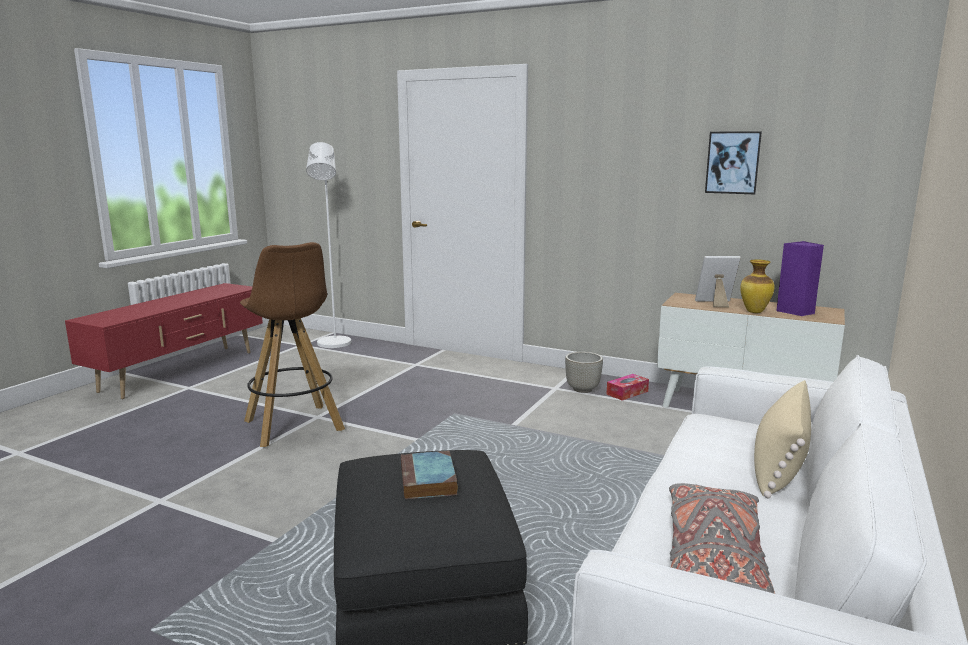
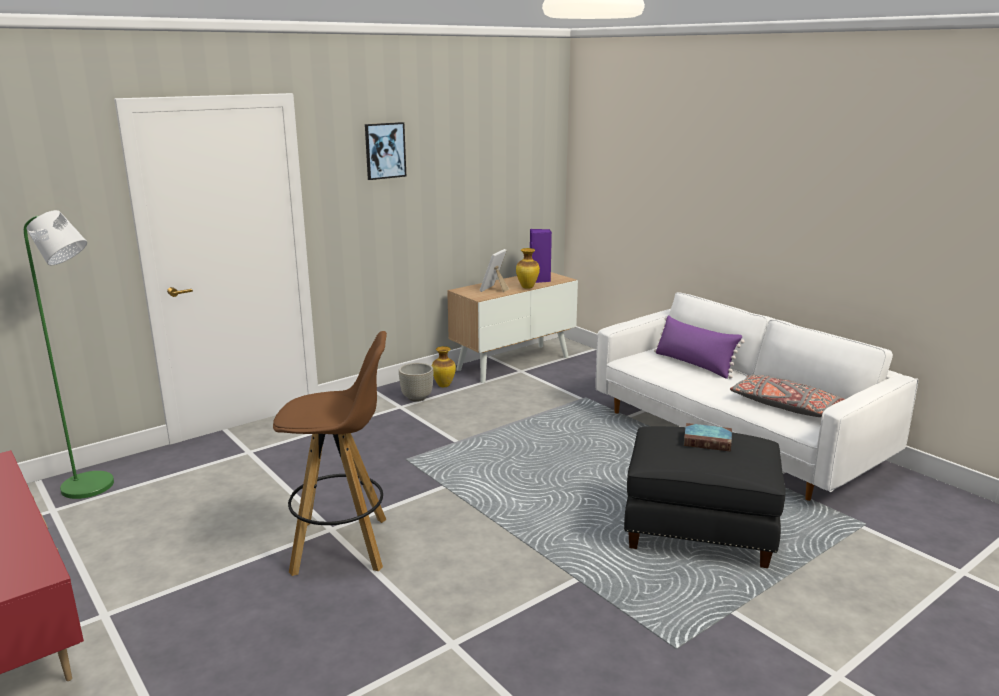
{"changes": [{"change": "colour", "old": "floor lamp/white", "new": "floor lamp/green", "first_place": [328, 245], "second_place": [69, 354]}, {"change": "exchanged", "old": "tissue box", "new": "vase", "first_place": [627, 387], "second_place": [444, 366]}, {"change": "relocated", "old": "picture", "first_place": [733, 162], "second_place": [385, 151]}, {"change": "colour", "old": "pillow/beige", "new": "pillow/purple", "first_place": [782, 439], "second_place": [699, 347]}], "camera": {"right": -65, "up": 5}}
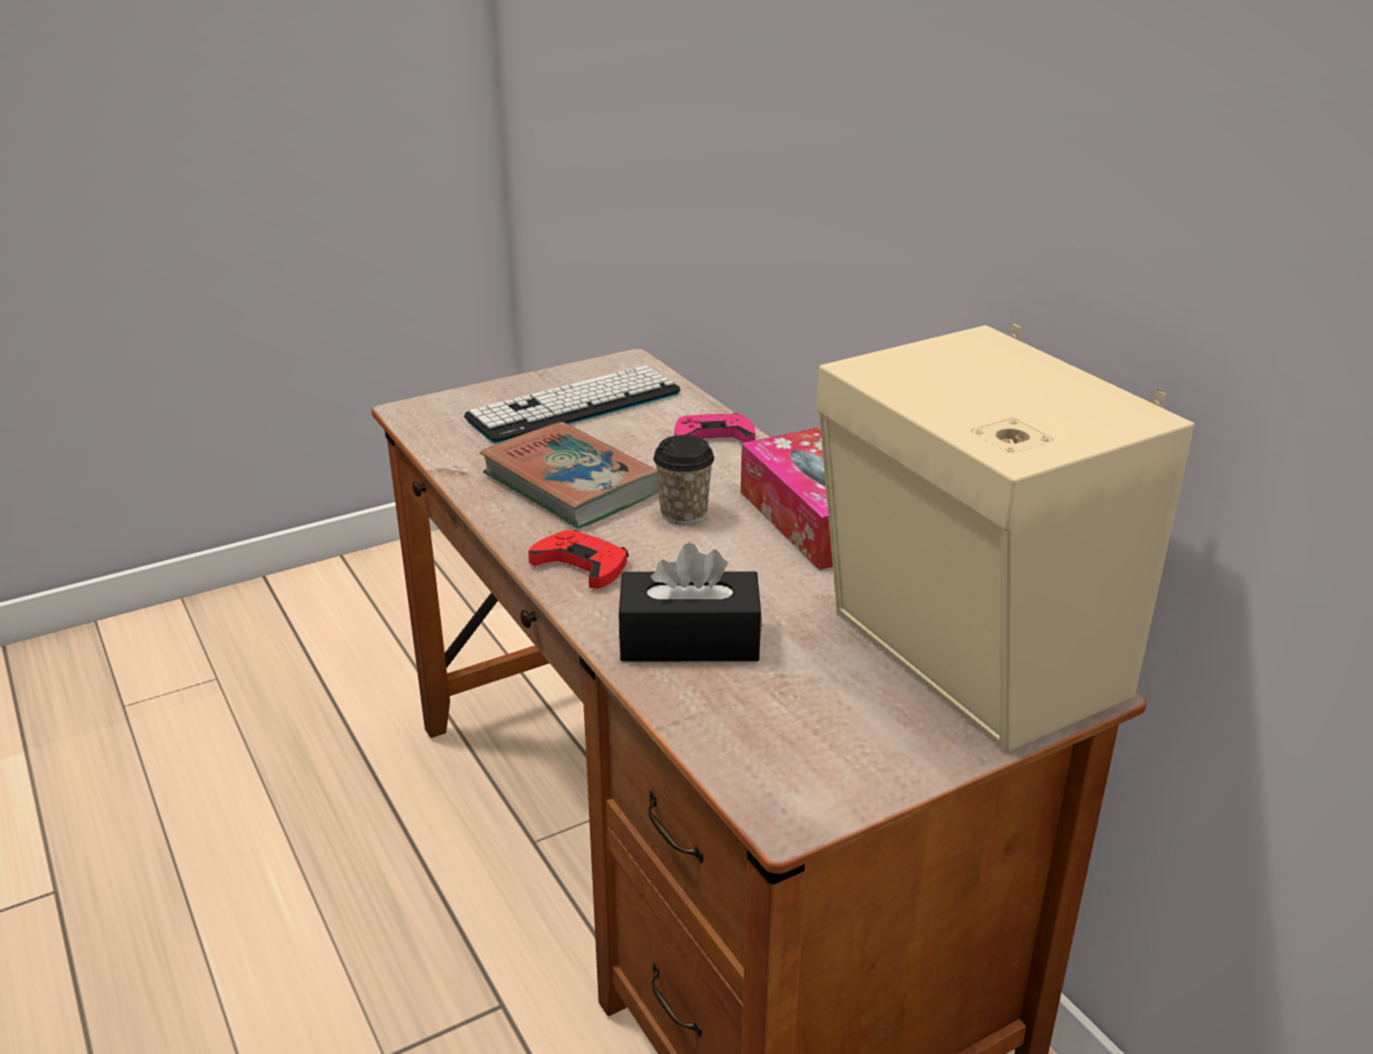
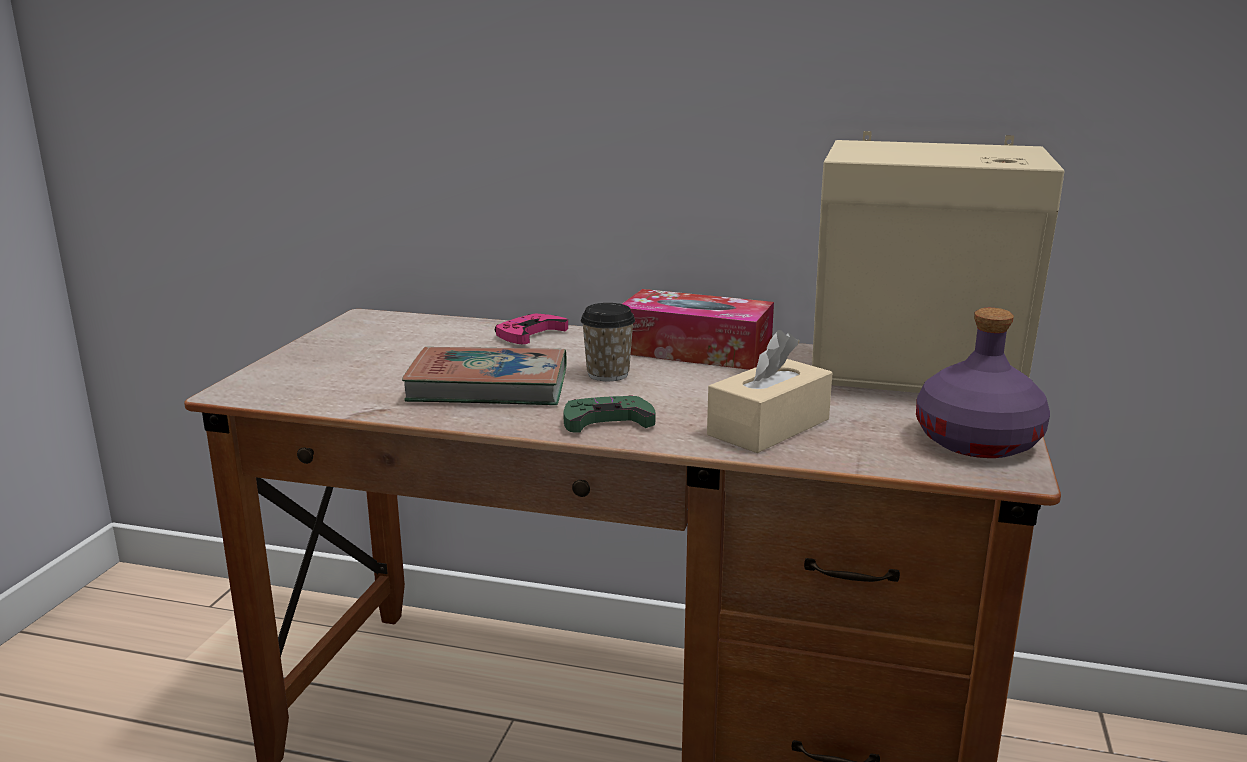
{"changes": [{"change": "missing", "old": "keyboard", "first_place": [572, 404]}, {"change": "colour", "old": "game controller/red", "new": "game controller/green", "first_place": [578, 559], "second_place": [609, 414]}, {"change": "colour", "old": "tissue box/black", "new": "tissue box/beige", "first_place": [690, 602], "second_place": [769, 391]}, {"change": "appeared", "new": "bottle/purple", "second_place": [983, 383]}], "camera": {"right": -45, "up": -10}}
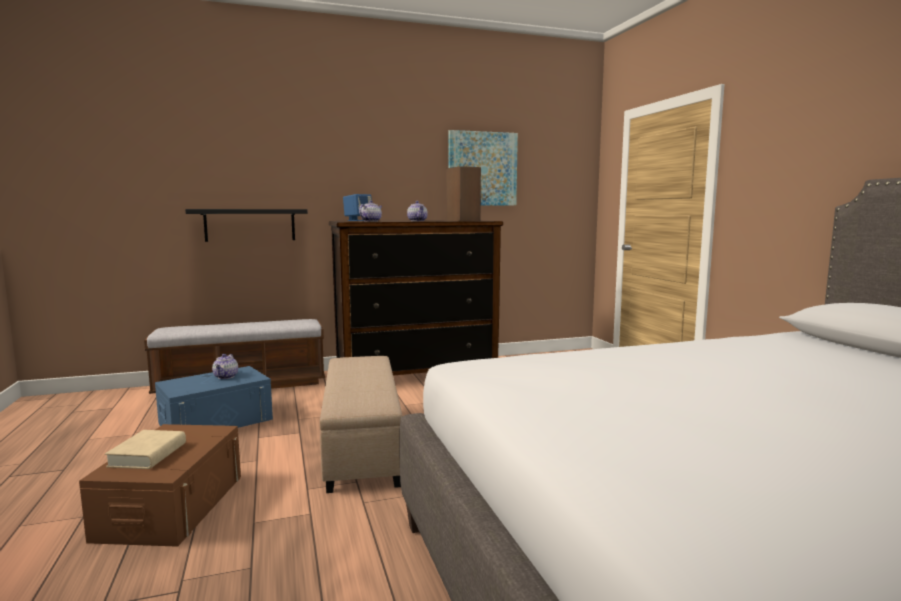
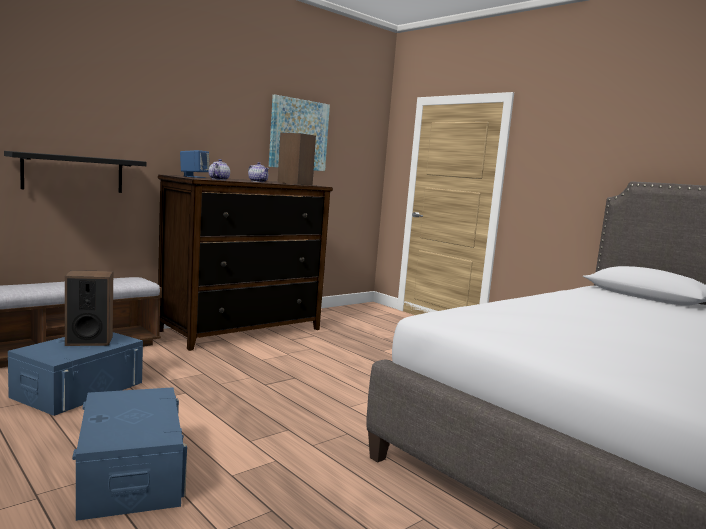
{"changes": [{"change": "colour", "old": "storage box/brown", "new": "storage box/blue", "first_place": [160, 485], "second_place": [129, 454]}, {"change": "missing", "old": "book/beige", "first_place": [145, 449]}, {"change": "exchanged", "old": "teapot", "new": "speaker", "first_place": [225, 366], "second_place": [89, 308]}, {"change": "missing", "old": "ottoman/beige", "first_place": [361, 424]}], "camera": {"right": -25, "up": 0}}
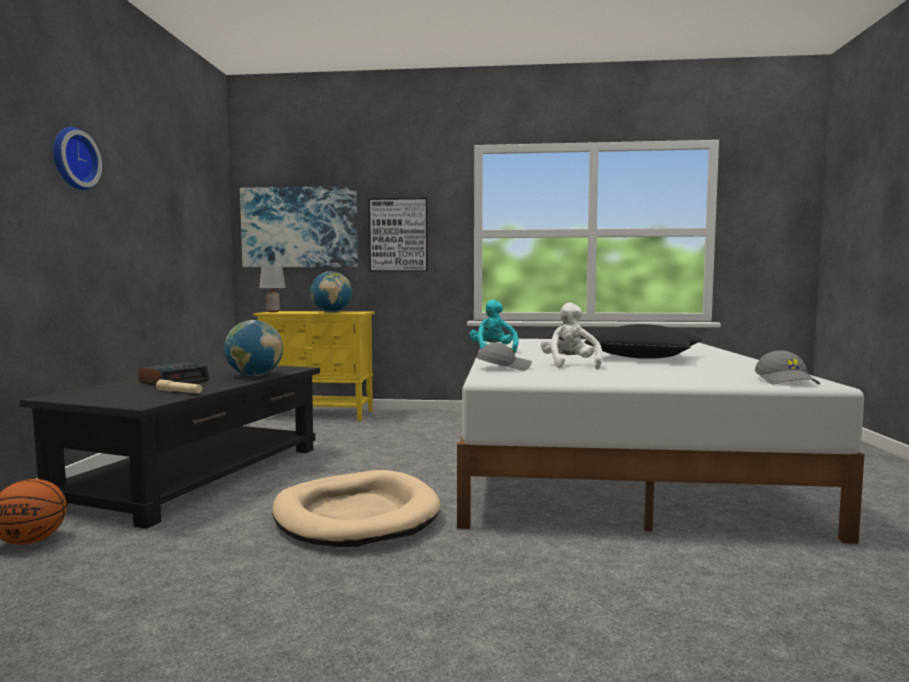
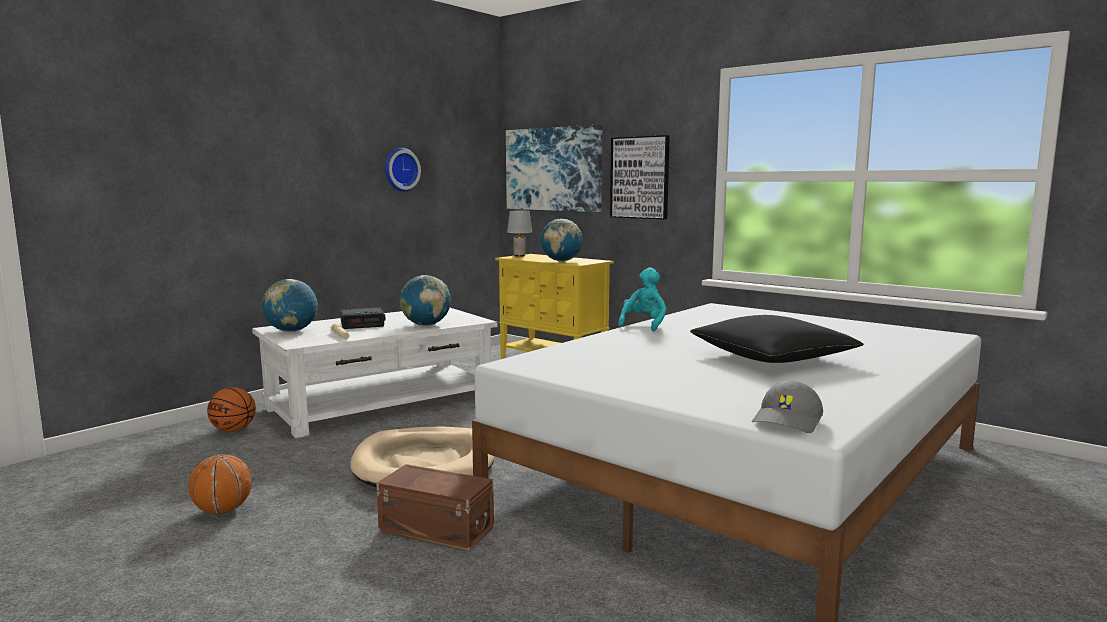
{"changes": [{"change": "colour", "old": "coffee table/black", "new": "coffee table/white", "first_place": [170, 446], "second_place": [374, 373]}, {"change": "relocated", "old": "wall clock", "first_place": [77, 158], "second_place": [403, 170]}, {"change": "missing", "old": "cap/grey", "first_place": [504, 357]}, {"change": "missing", "old": "plush toy/white", "first_place": [571, 336]}, {"change": "appeared", "new": "basketball", "second_place": [220, 484]}, {"change": "appeared", "new": "globe", "second_place": [290, 305]}, {"change": "appeared", "new": "storage box/brown", "second_place": [435, 507]}], "camera": {"right": 35, "up": 5}}
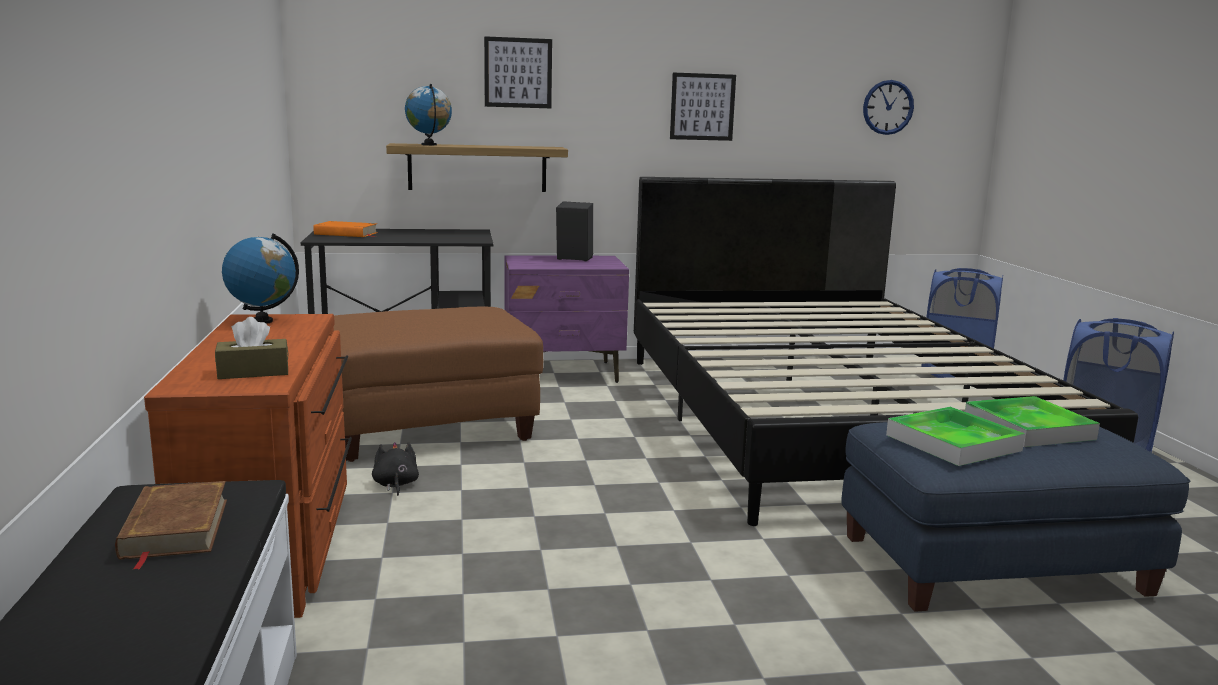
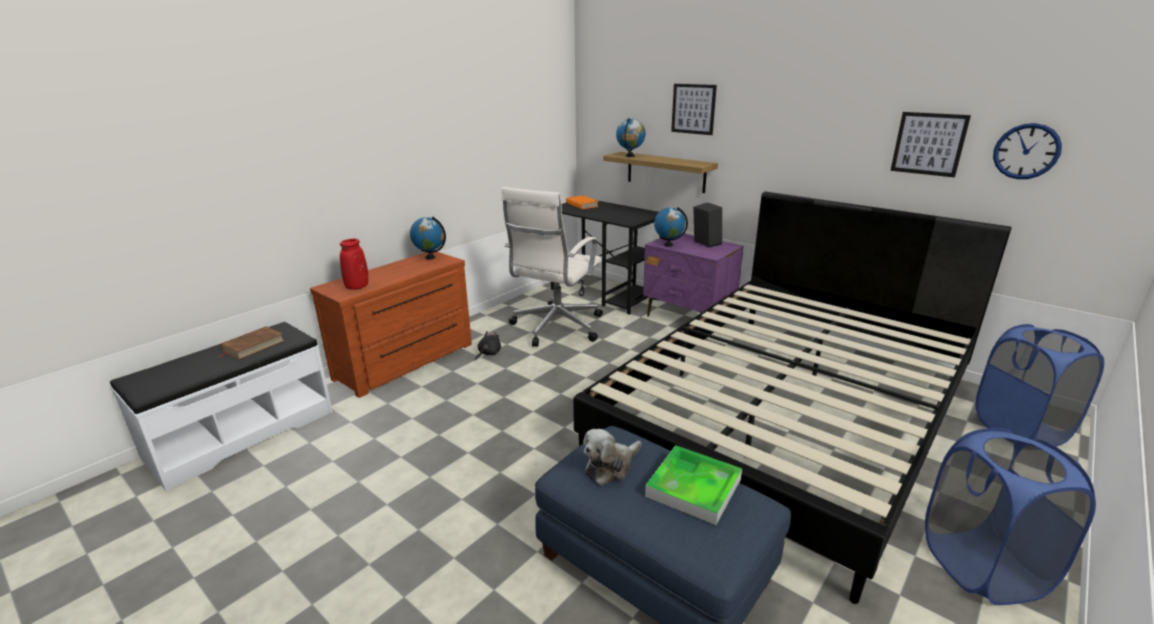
{"changes": [{"change": "exchanged", "old": "tissue box/brown", "new": "vase/red", "first_place": [252, 348], "second_place": [354, 264]}, {"change": "exchanged", "old": "ottoman/brown", "new": "office chair/white", "first_place": [438, 384], "second_place": [552, 267]}, {"change": "relocated", "old": "picture", "first_place": [703, 106], "second_place": [930, 145]}, {"change": "exchanged", "old": "tray", "new": "plush toy", "first_place": [955, 436], "second_place": [612, 457]}, {"change": "appeared", "new": "globe", "second_place": [671, 227]}], "camera": {"right": 50, "up": 10}}
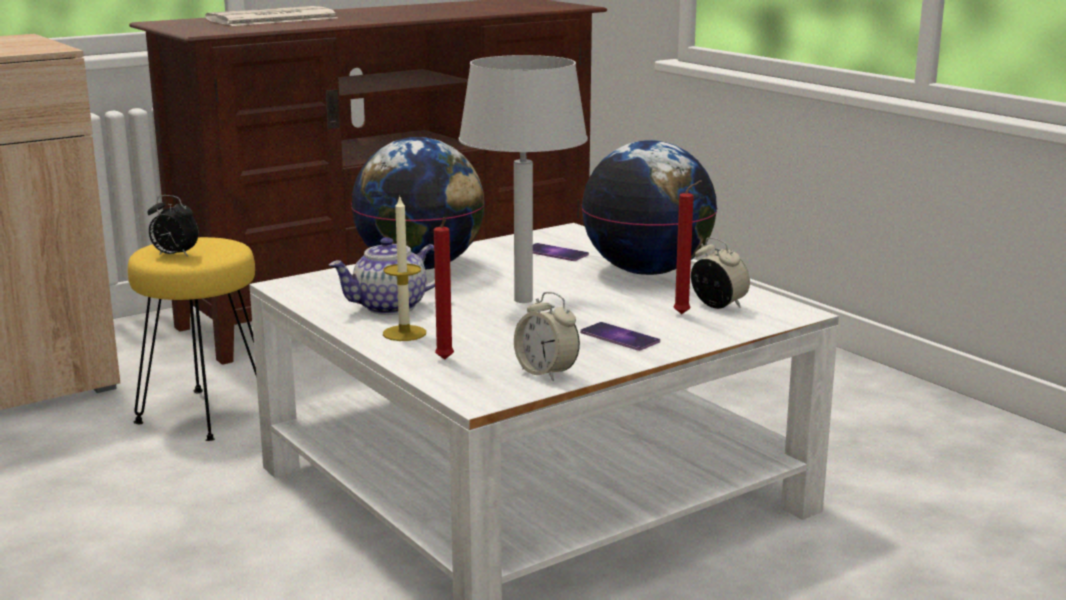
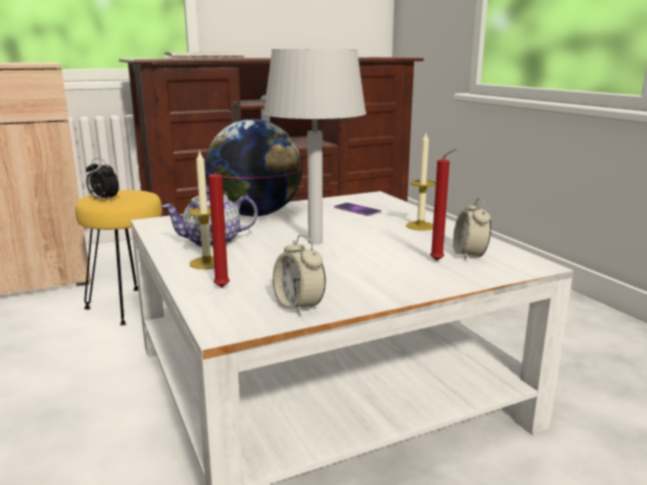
{"changes": [{"change": "missing", "old": "phone", "first_place": [620, 336]}, {"change": "exchanged", "old": "globe", "new": "candle", "first_place": [649, 207], "second_place": [421, 182]}, {"change": "spun", "old": "alarm clock", "first_place": [720, 273], "second_place": [472, 229], "degrees": -150}], "camera": {"right": 10, "up": 0}}
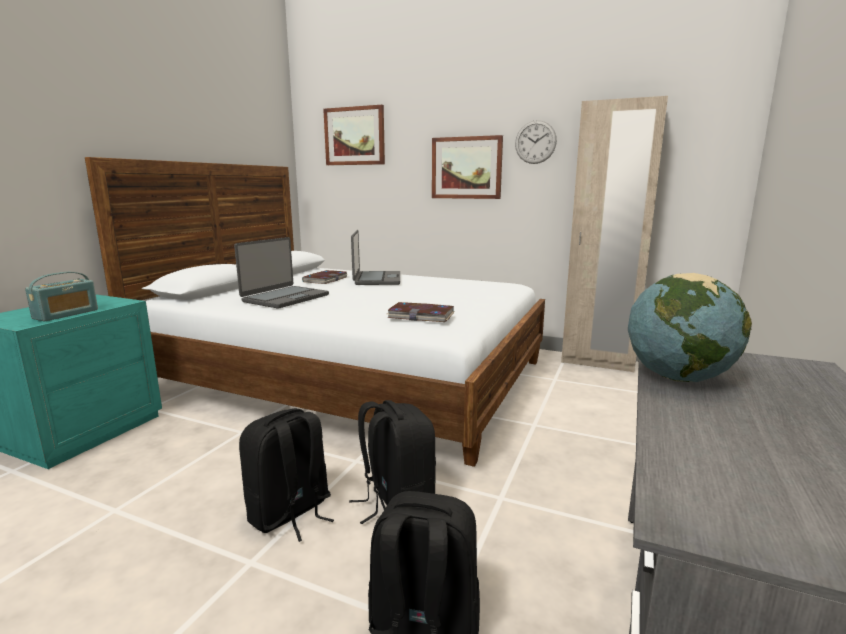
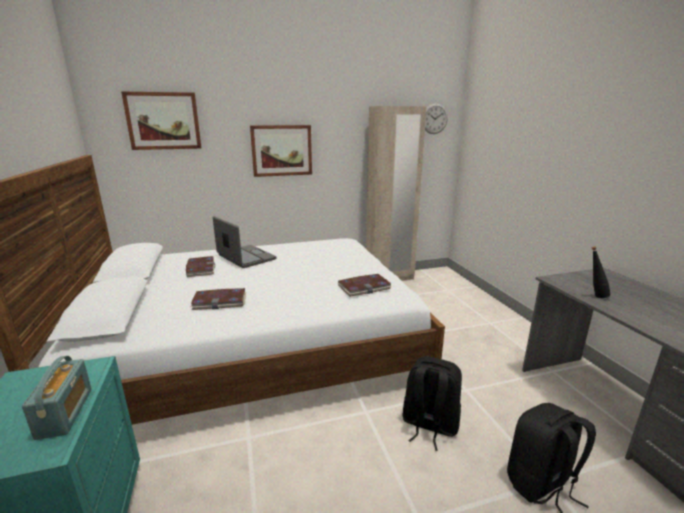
{"changes": [{"change": "exchanged", "old": "laptop", "new": "book", "first_place": [281, 273], "second_place": [218, 299]}, {"change": "missing", "old": "backpack/black", "first_place": [286, 475]}, {"change": "relocated", "old": "wall clock", "first_place": [536, 142], "second_place": [436, 118]}, {"change": "exchanged", "old": "globe", "new": "bottle/black", "first_place": [690, 327], "second_place": [601, 272]}], "camera": {"right": -40, "up": 5}}
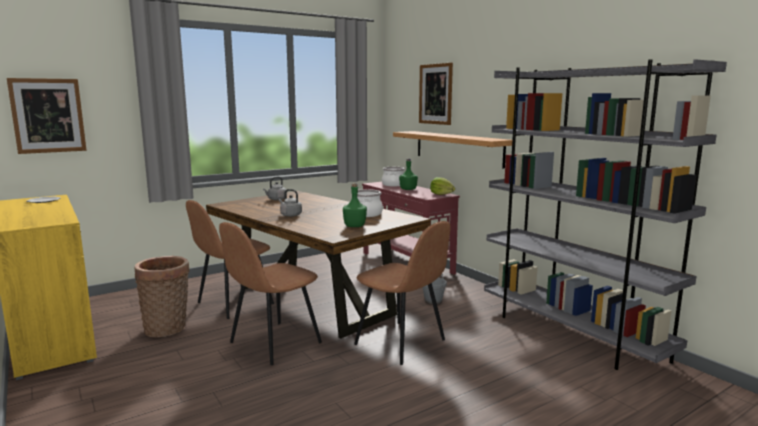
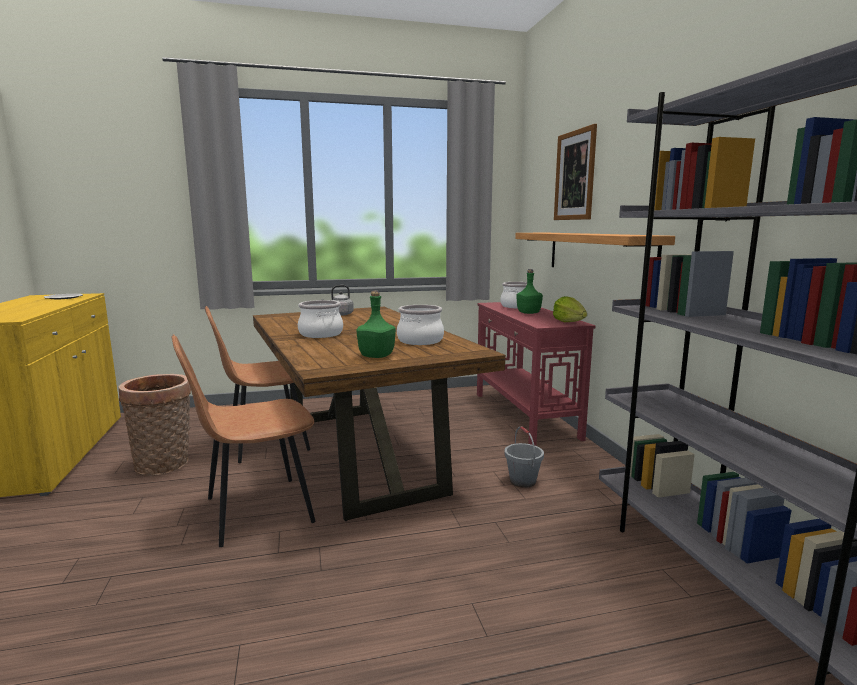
{"changes": [{"change": "missing", "old": "picture", "first_place": [47, 116]}, {"change": "exchanged", "old": "kettle/grey", "new": "cooking pot", "first_place": [290, 203], "second_place": [320, 319]}, {"change": "missing", "old": "chair/brown", "first_place": [402, 293]}], "camera": {"right": 20, "up": 0}}
